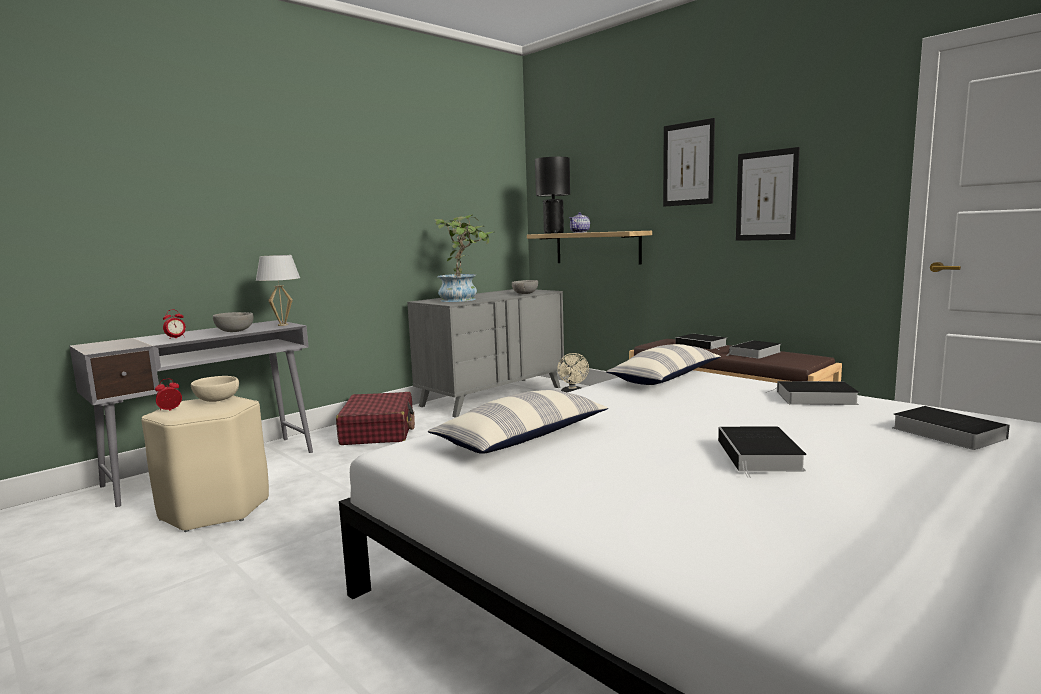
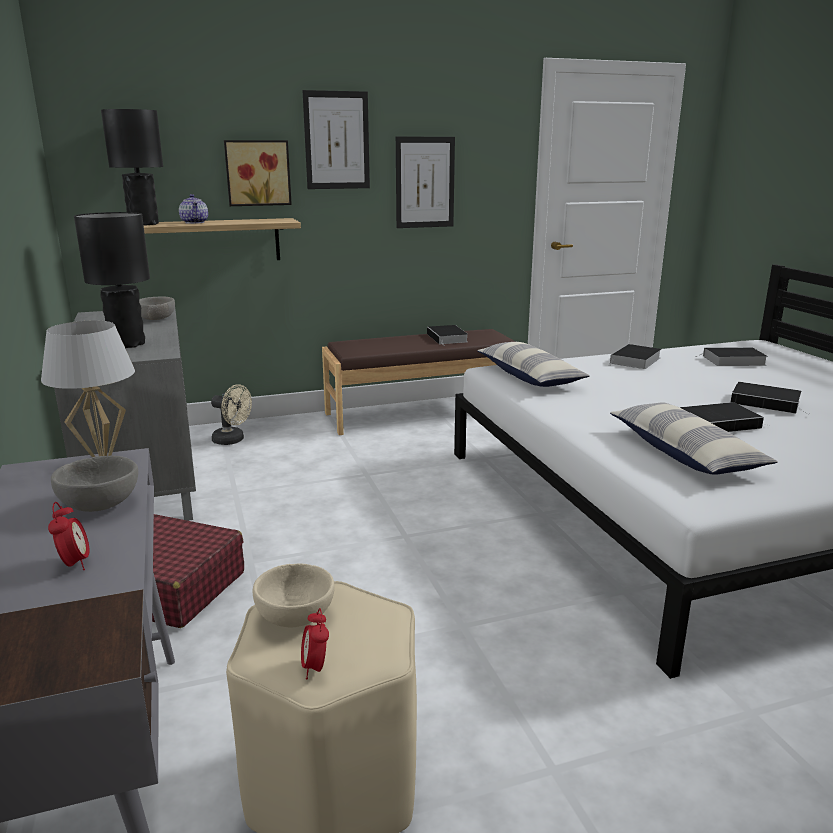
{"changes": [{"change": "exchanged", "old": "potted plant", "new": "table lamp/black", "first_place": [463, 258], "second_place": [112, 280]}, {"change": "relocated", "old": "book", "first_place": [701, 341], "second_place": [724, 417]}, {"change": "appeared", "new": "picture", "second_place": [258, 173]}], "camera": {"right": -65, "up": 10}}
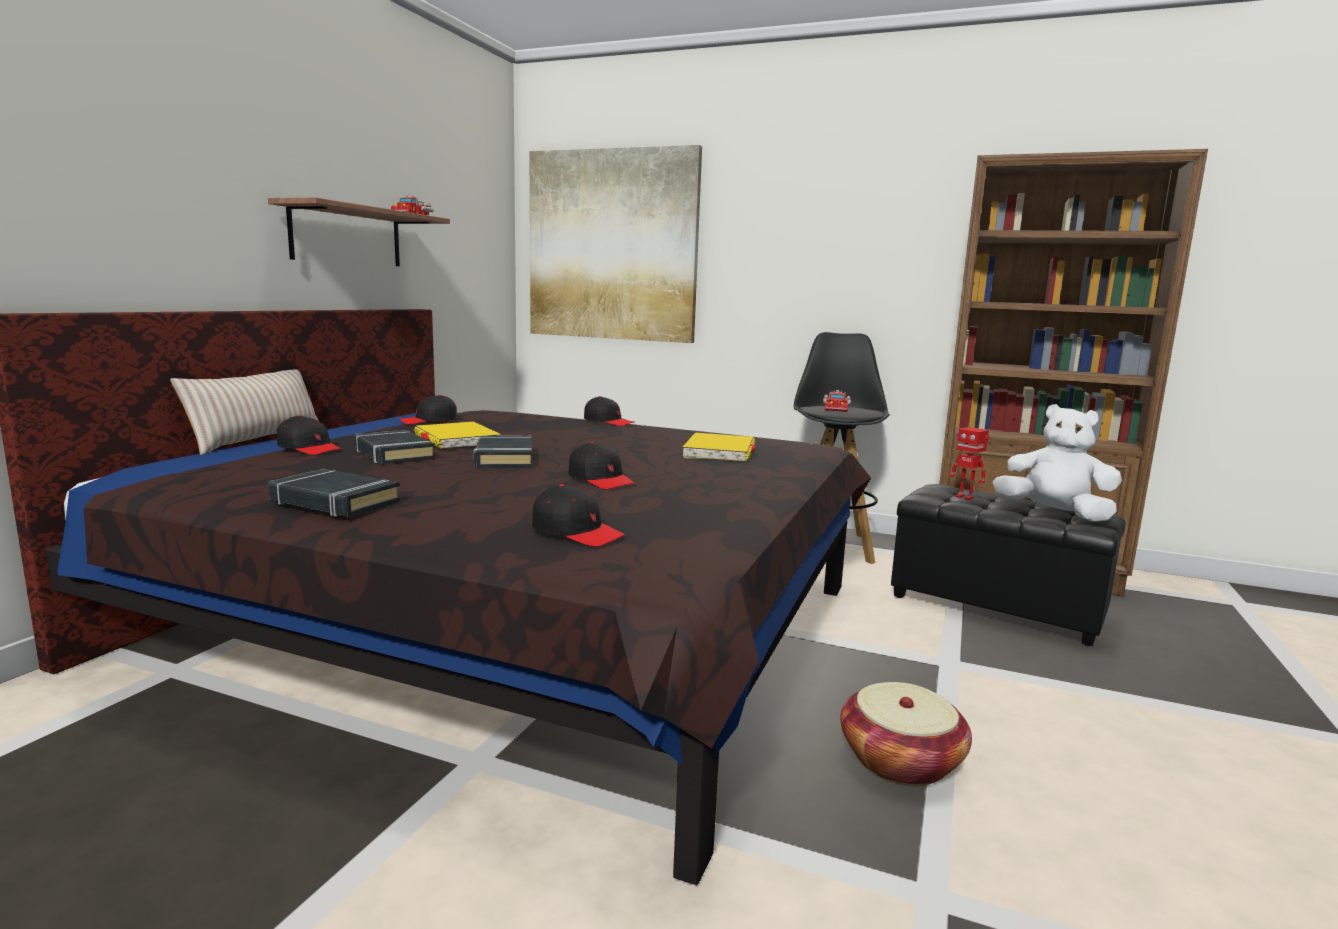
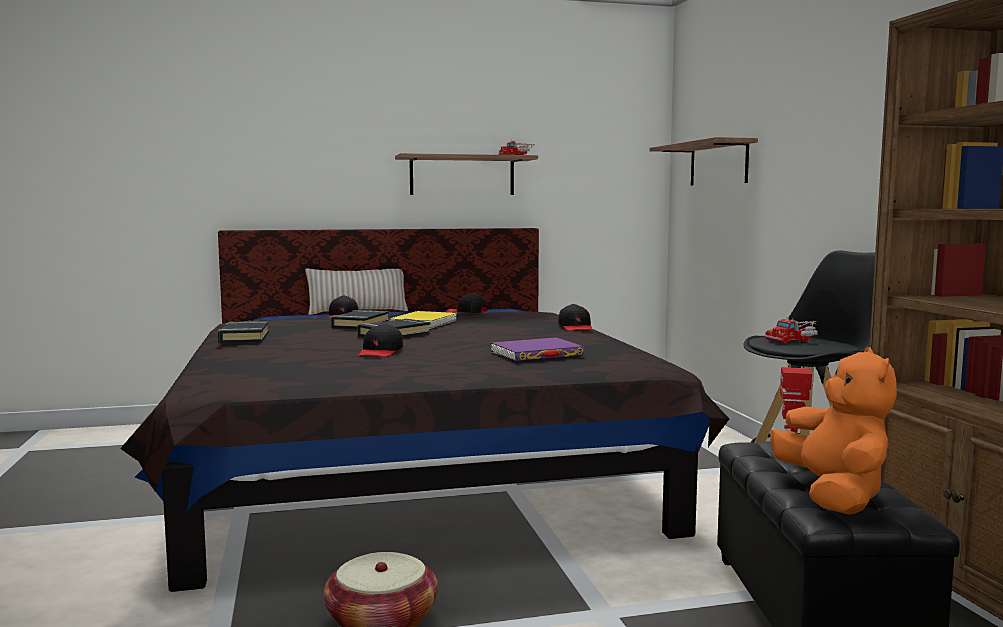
{"changes": [{"change": "exchanged", "old": "picture", "new": "shelf", "first_place": [615, 244], "second_place": [704, 161]}, {"change": "missing", "old": "cap/black", "first_place": [578, 515]}, {"change": "colour", "old": "book/yellow", "new": "book/purple", "first_place": [719, 447], "second_place": [537, 349]}, {"change": "colour", "old": "plush toy/white", "new": "plush toy/orange", "first_place": [1057, 462], "second_place": [833, 431]}], "camera": {"right": 55, "up": -5}}
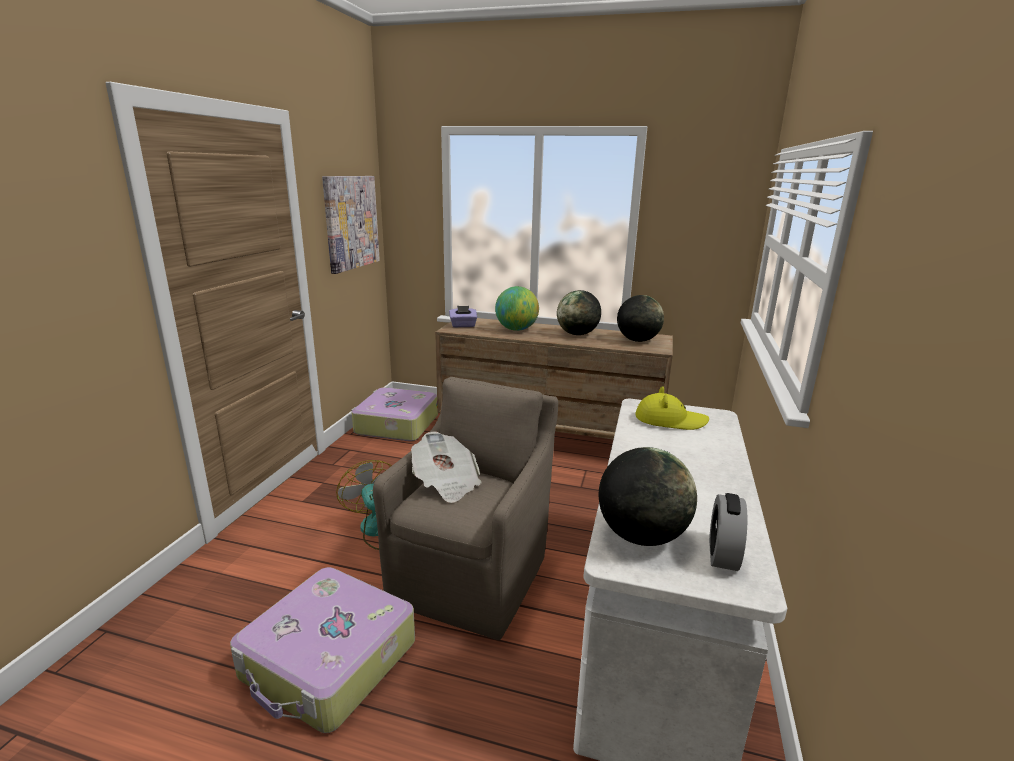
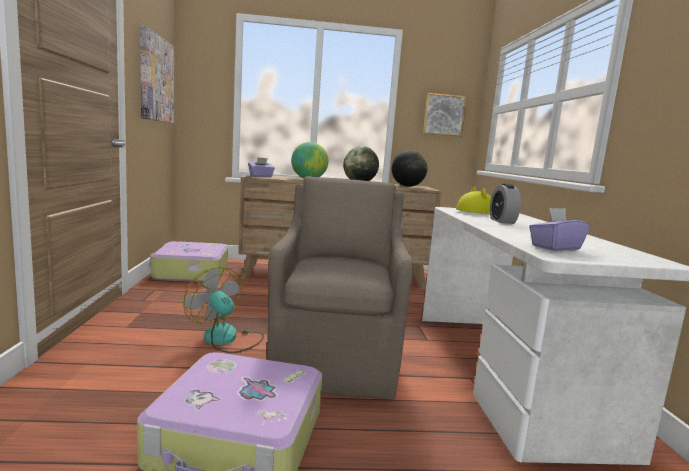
{"changes": [{"change": "missing", "old": "newspaper", "first_place": [446, 467]}, {"change": "exchanged", "old": "globe", "new": "tissue box/purple", "first_place": [648, 496], "second_place": [559, 229]}, {"change": "relocated", "old": "alarm clock", "first_place": [728, 532], "second_place": [505, 203]}, {"change": "appeared", "new": "picture", "second_place": [445, 115]}], "camera": {"right": -20, "up": -10}}
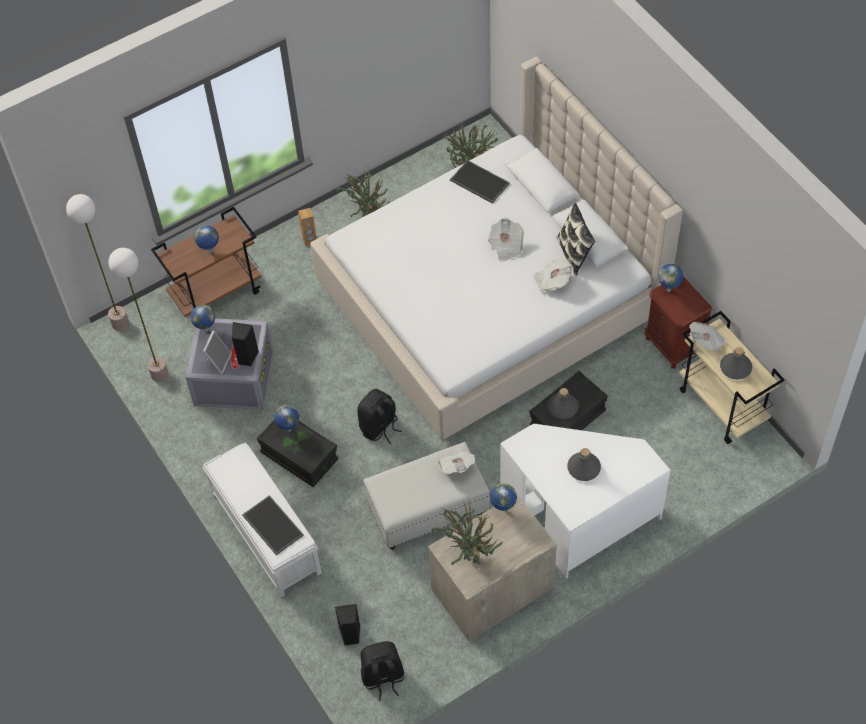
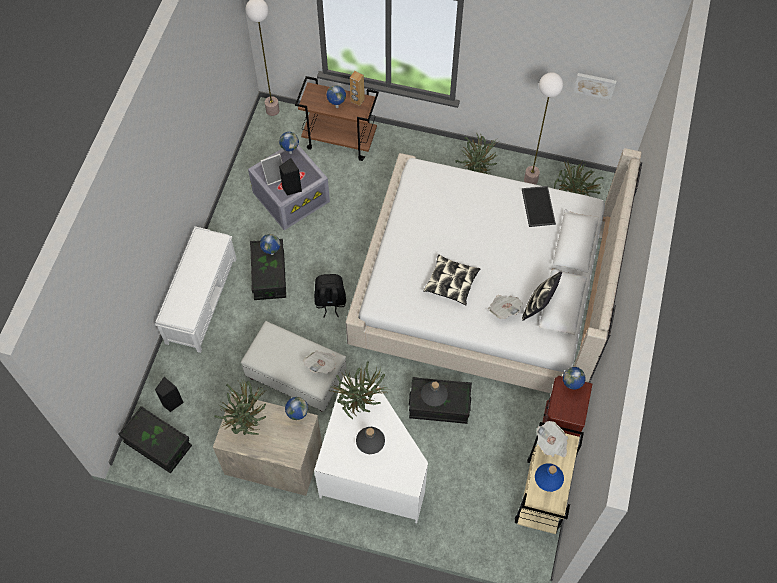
{"changes": [{"change": "relocated", "old": "floor lamp", "first_place": [138, 315], "second_place": [543, 128]}, {"change": "missing", "old": "tray", "first_place": [273, 525]}, {"change": "relocated", "old": "speaker/brown", "first_place": [307, 227], "second_place": [357, 88]}, {"change": "exchanged", "old": "backpack/black", "new": "storage box/black", "first_place": [382, 671], "second_place": [155, 439]}, {"change": "missing", "old": "newspaper", "first_place": [506, 240]}, {"change": "colour", "old": "bottle/grey", "new": "bottle/blue", "first_place": [736, 363], "second_place": [549, 478]}, {"change": "appeared", "new": "potted plant", "second_place": [359, 390]}, {"change": "appeared", "new": "pillow", "second_place": [451, 280]}, {"change": "appeared", "new": "picture", "second_place": [594, 86]}], "camera": {"right": 45, "up": 5}}
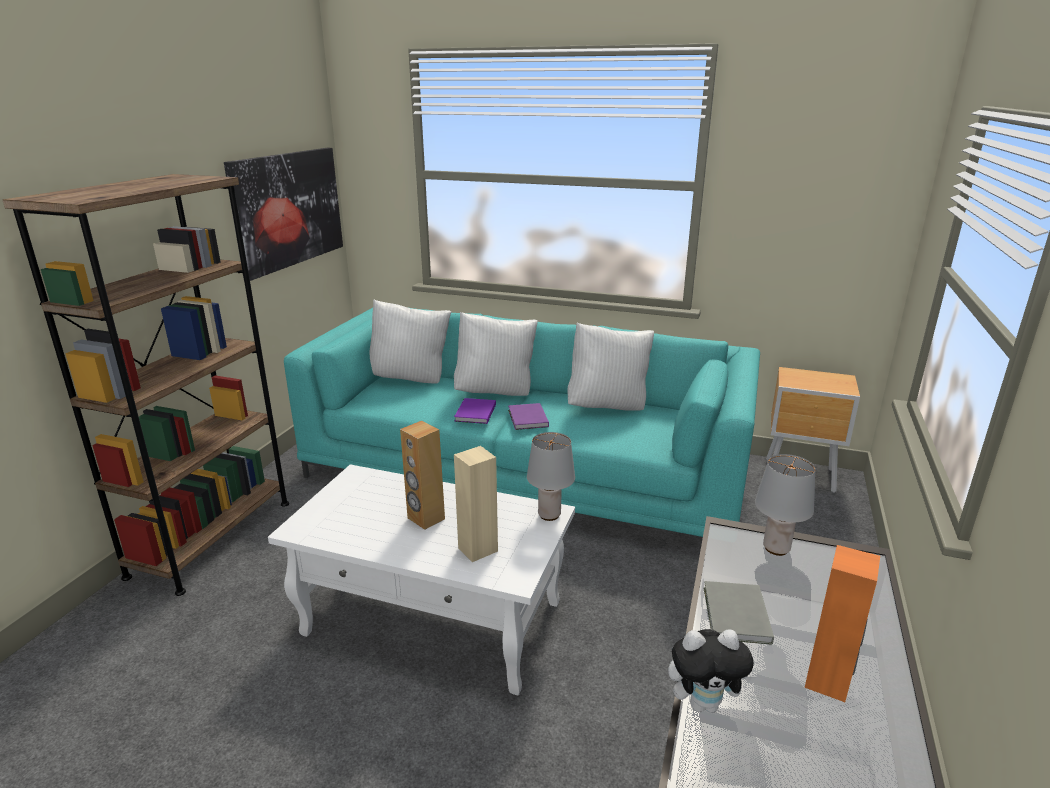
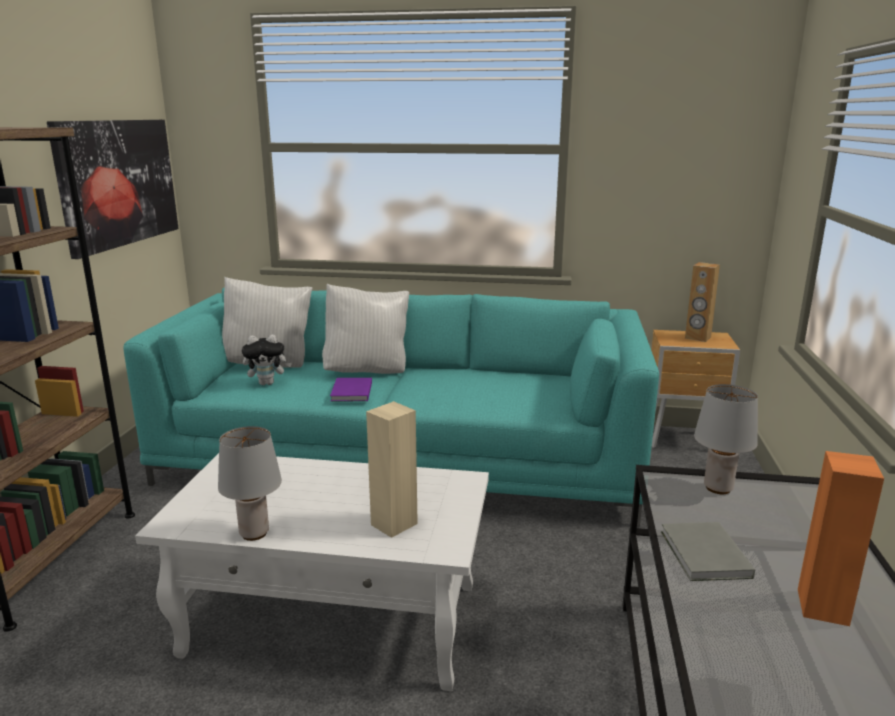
{"changes": [{"change": "relocated", "old": "speaker/brown", "first_place": [422, 475], "second_place": [702, 302]}, {"change": "missing", "old": "book/purple", "first_place": [528, 416]}, {"change": "relocated", "old": "table lamp/grey", "first_place": [551, 476], "second_place": [250, 483]}, {"change": "missing", "old": "pillow/white", "first_place": [610, 367]}, {"change": "relocated", "old": "plush toy", "first_place": [712, 671], "second_place": [267, 360]}], "camera": {"right": -10, "up": -5}}
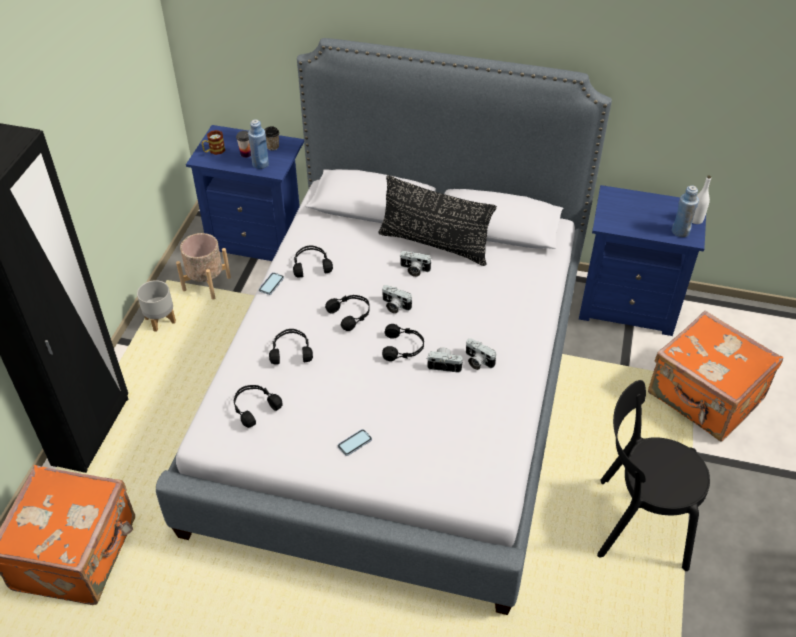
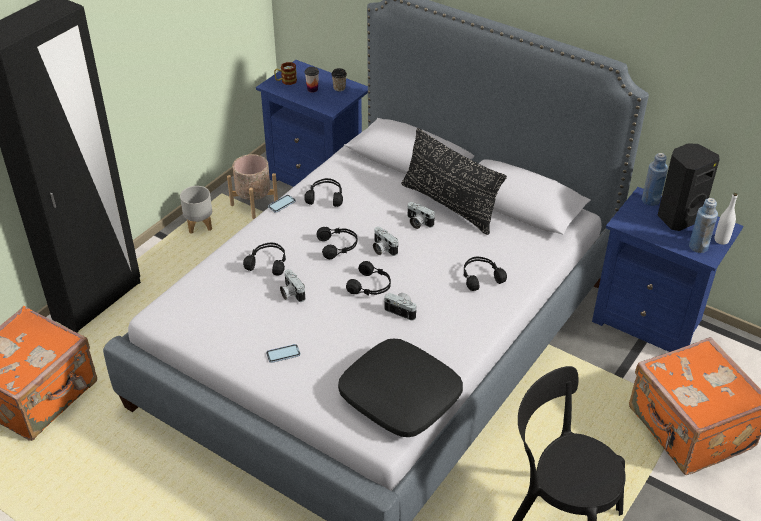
{"changes": [{"change": "relocated", "old": "headphones/black", "first_place": [258, 406], "second_place": [485, 274]}, {"change": "relocated", "old": "bottle/blue", "first_place": [258, 144], "second_place": [655, 179]}, {"change": "relocated", "old": "photo camera", "first_place": [481, 354], "second_place": [292, 285]}, {"change": "appeared", "new": "pillow/black", "second_place": [400, 388]}, {"change": "appeared", "new": "speaker/black", "second_place": [688, 187]}], "camera": {"right": 20, "up": -5}}
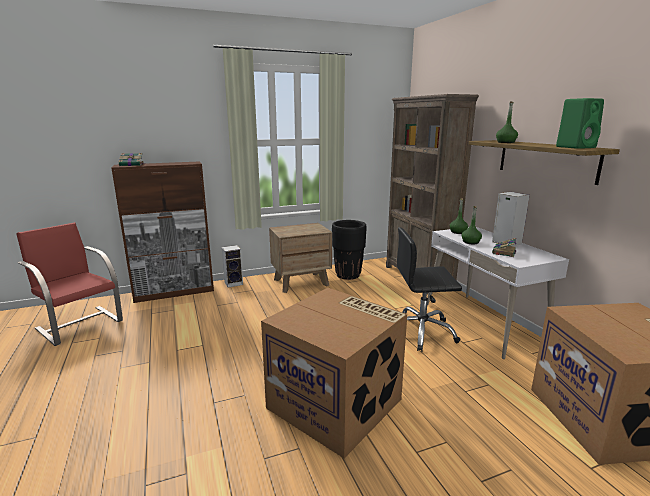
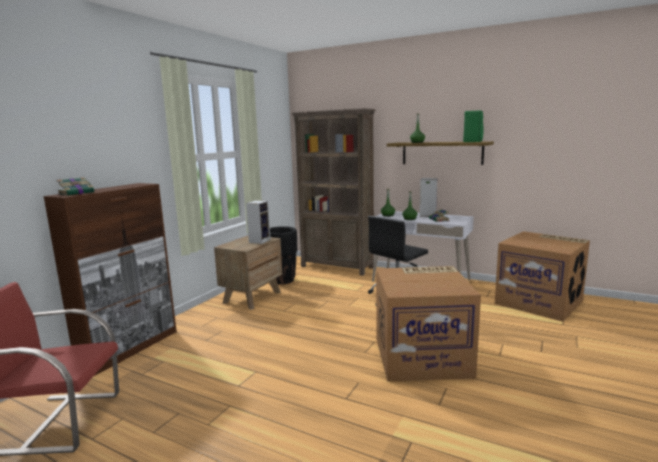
{"changes": [{"change": "relocated", "old": "speaker", "first_place": [232, 266], "second_place": [258, 222]}], "camera": {"right": -40, "up": -5}}
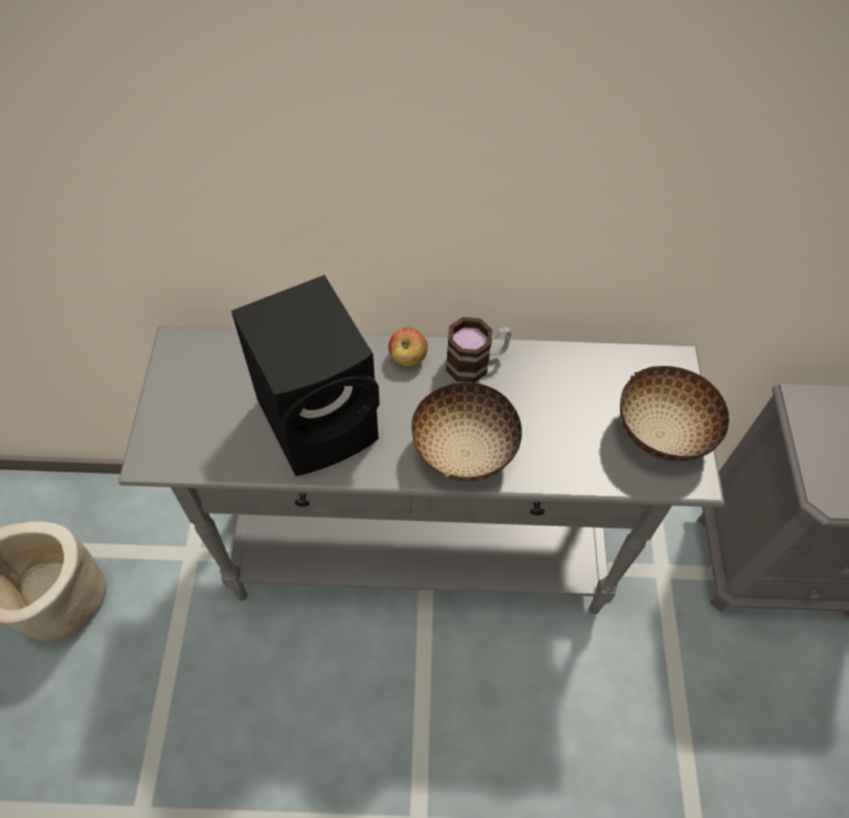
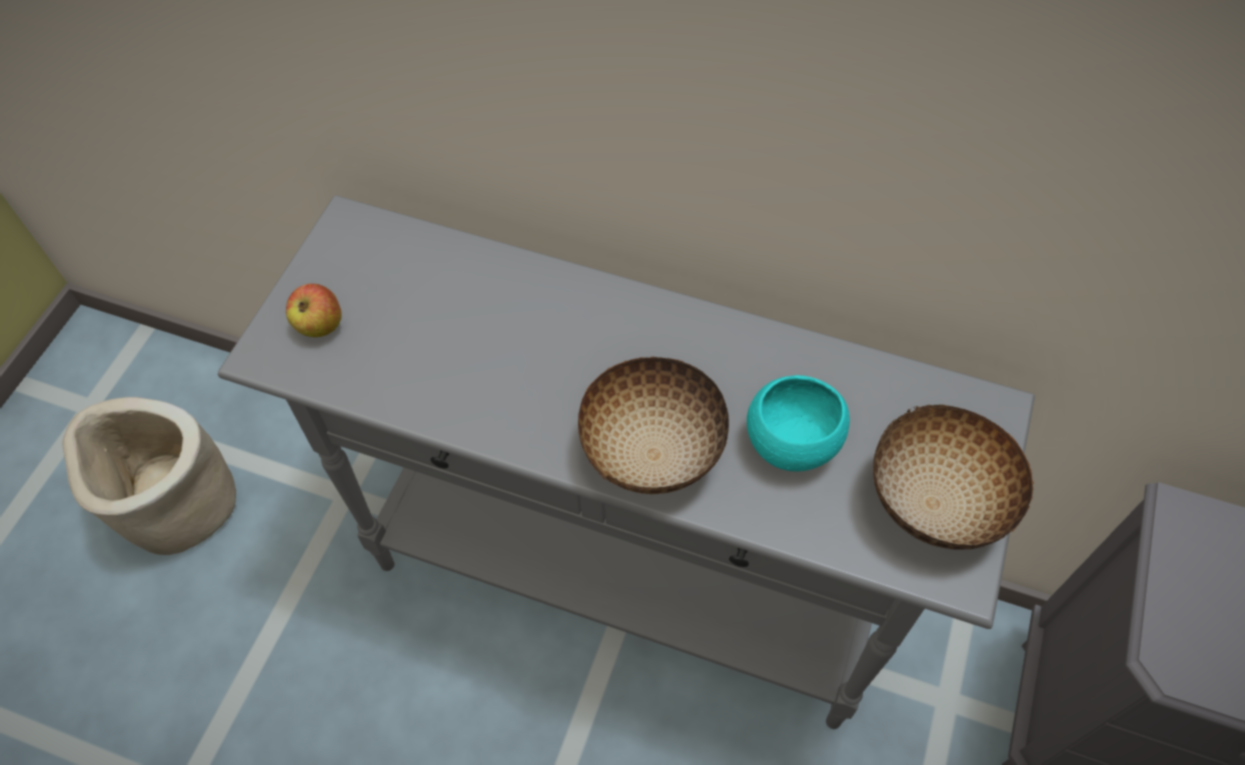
{"changes": [{"change": "missing", "old": "speaker/black", "first_place": [305, 375]}, {"change": "relocated", "old": "apple", "first_place": [408, 346], "second_place": [314, 310]}, {"change": "missing", "old": "mug", "first_place": [478, 350]}, {"change": "appeared", "new": "bowl/turquoise", "second_place": [798, 423]}], "camera": {"right": 20, "up": 0}}
